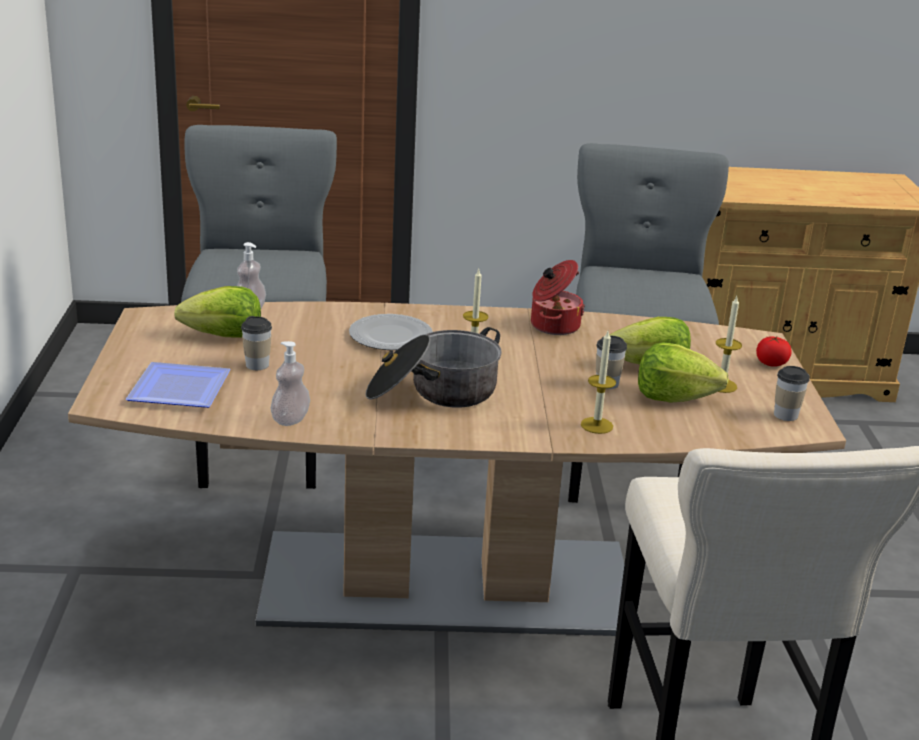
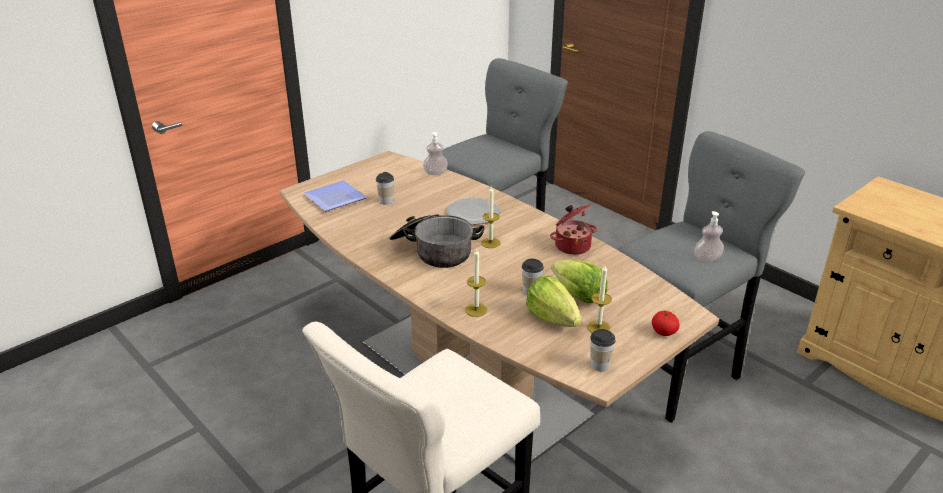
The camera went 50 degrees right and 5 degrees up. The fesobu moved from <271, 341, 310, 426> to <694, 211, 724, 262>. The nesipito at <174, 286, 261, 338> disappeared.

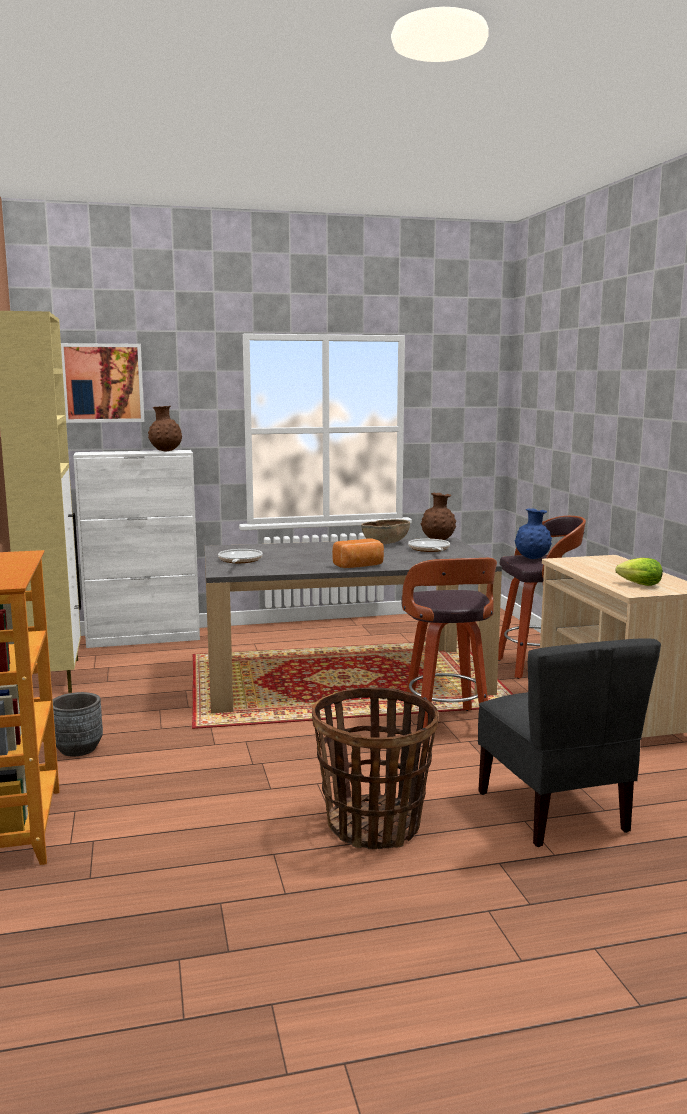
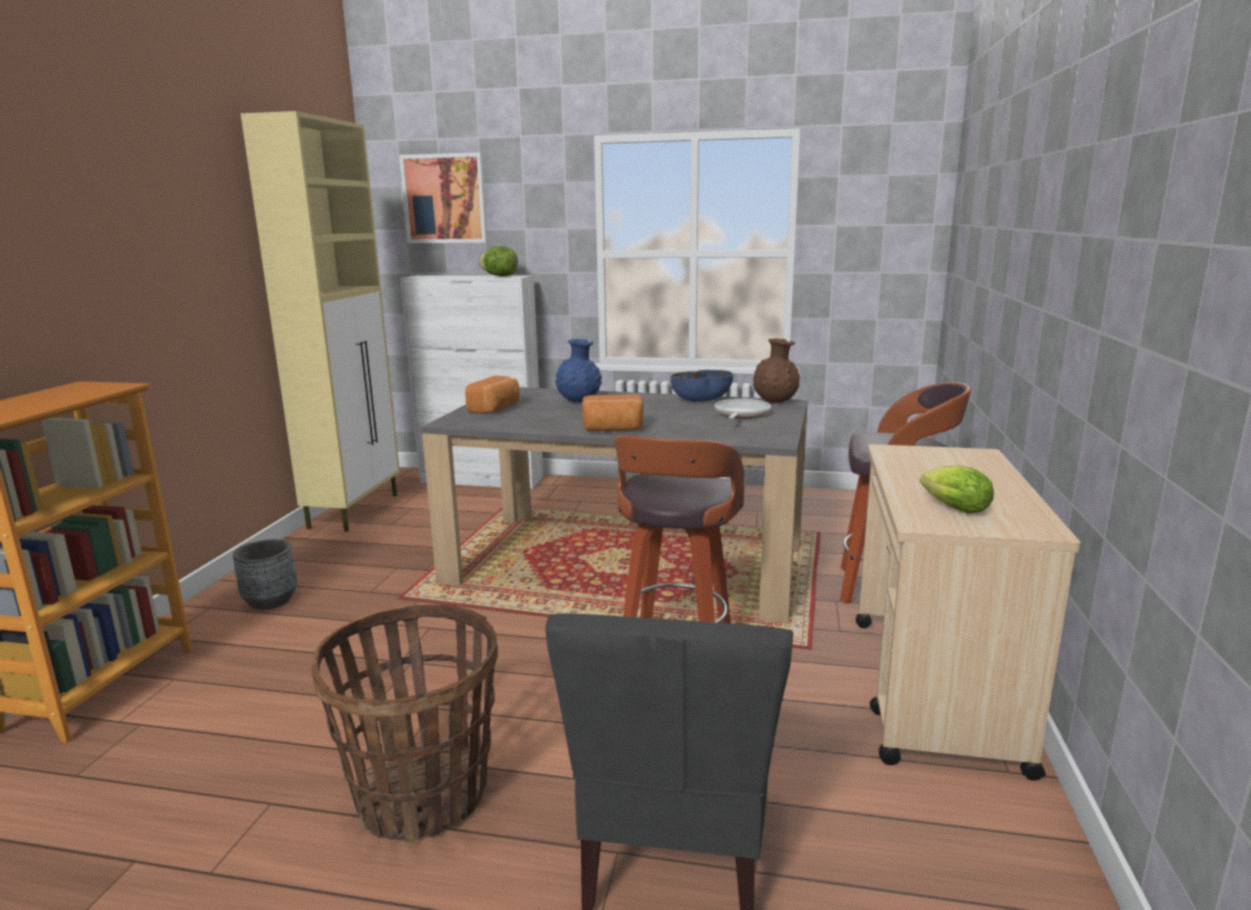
The camera went 25 degrees right and 5 degrees up. The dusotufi at <218, 549, 263, 563> was replaced by the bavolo at <465, 376, 520, 414>. The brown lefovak at <148, 406, 182, 452> was replaced by the nesipito at <479, 246, 518, 276>. The blue lefovak moved from <515, 508, 552, 559> to <555, 339, 602, 403>. The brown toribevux at <361, 519, 410, 544> became the blue toribevux at <671, 370, 733, 402>.

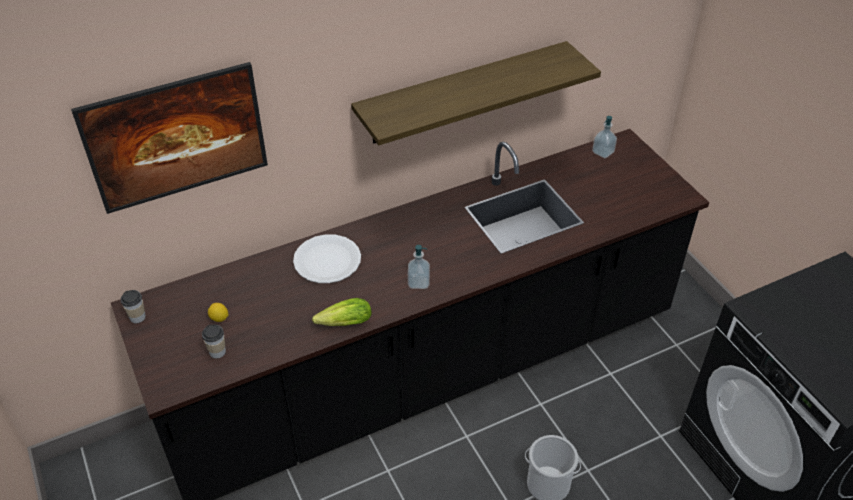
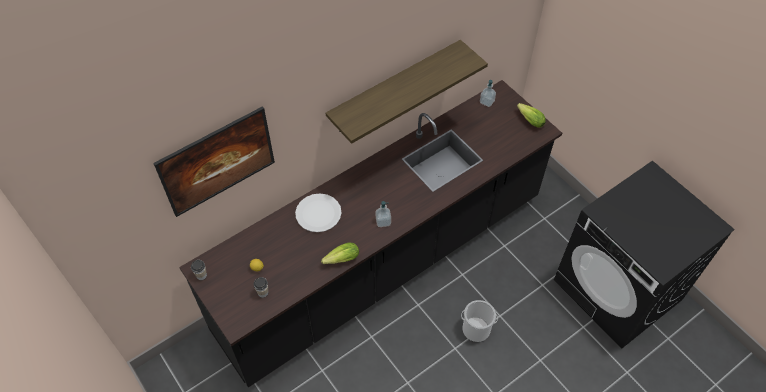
The camera went 10 degrees left and 10 degrees up. The nesipito at <517, 103, 546, 127> appeared.

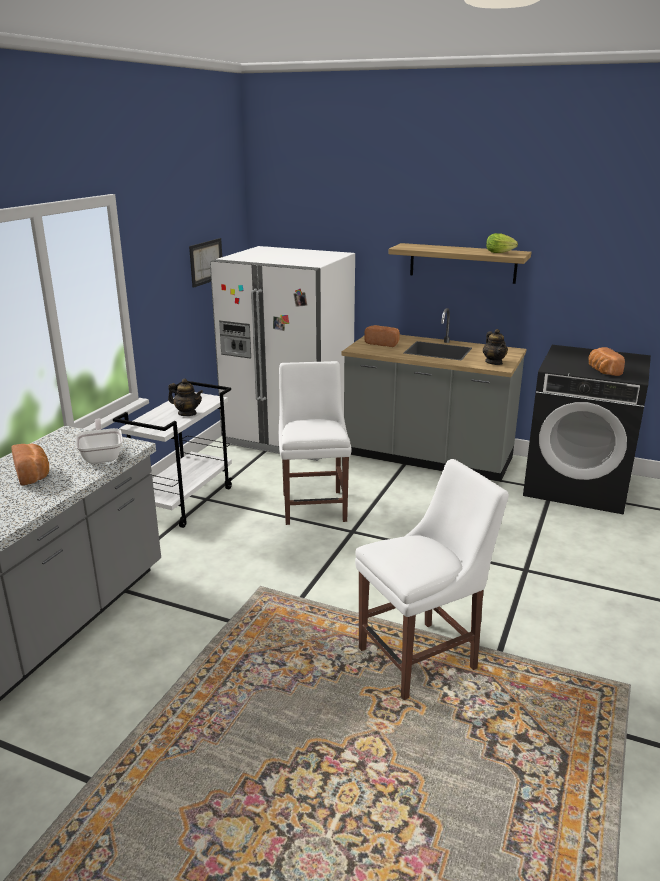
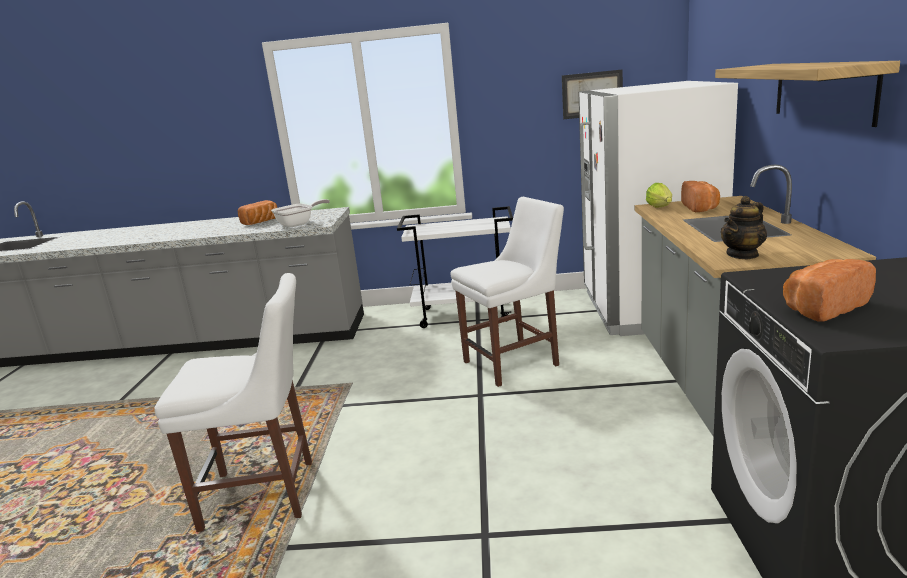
The camera went 70 degrees right and 5 degrees down. The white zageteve at <355, 459, 509, 700> turned 45 degrees counterclockwise. The nesipito moved from <486, 233, 518, 253> to <646, 183, 672, 208>. The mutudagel at <168, 379, 203, 416> disappeared.

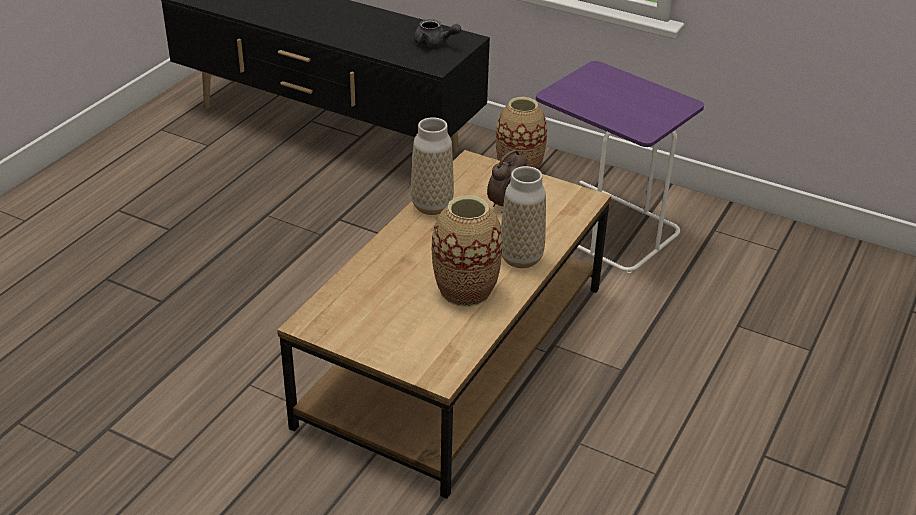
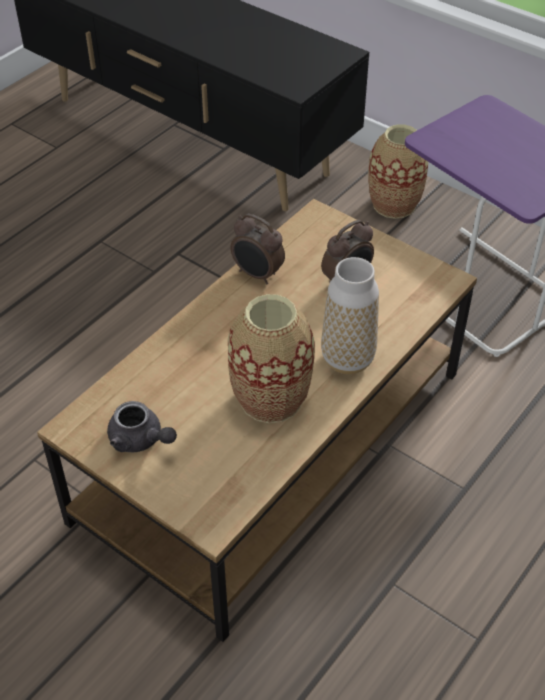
The camera went 10 degrees right and 10 degrees up. The grey mutudagel moved from <414, 19, 461, 47> to <107, 401, 177, 452>. The lefovak at <411, 117, 454, 215> was replaced by the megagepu at <230, 214, 285, 284>.

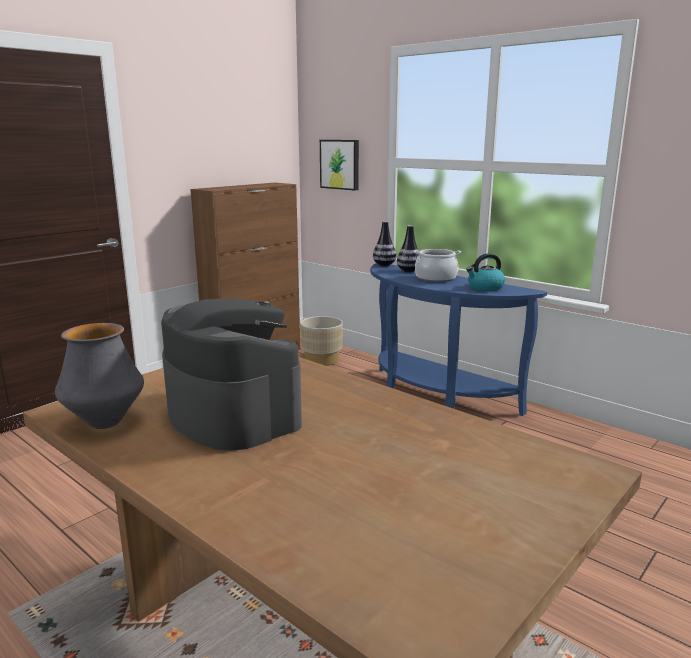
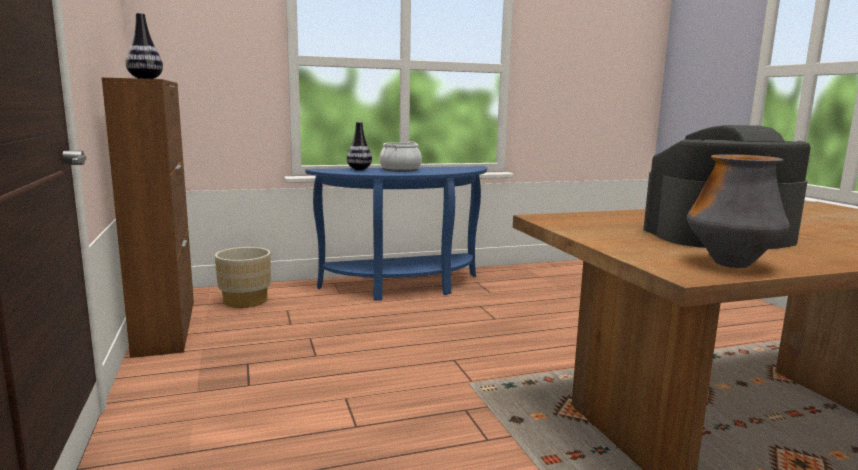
The camera went 60 degrees left and 5 degrees down. The lefovak moved from <373, 221, 396, 266> to <126, 13, 163, 79>. The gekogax at <320, 140, 359, 191> disappeared. The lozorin at <466, 253, 505, 291> disappeared.

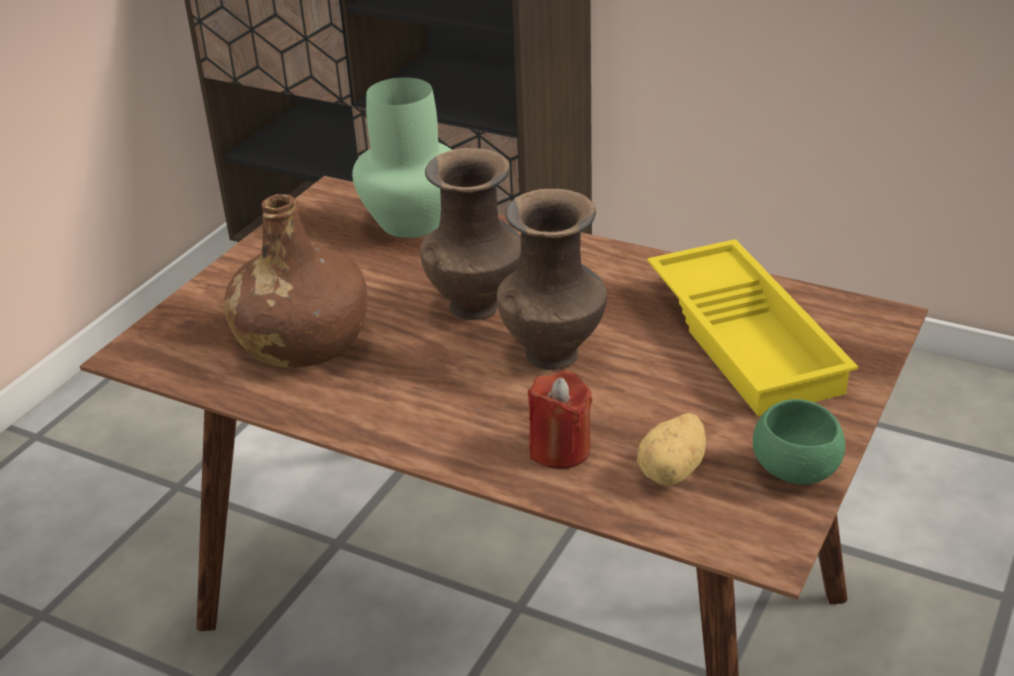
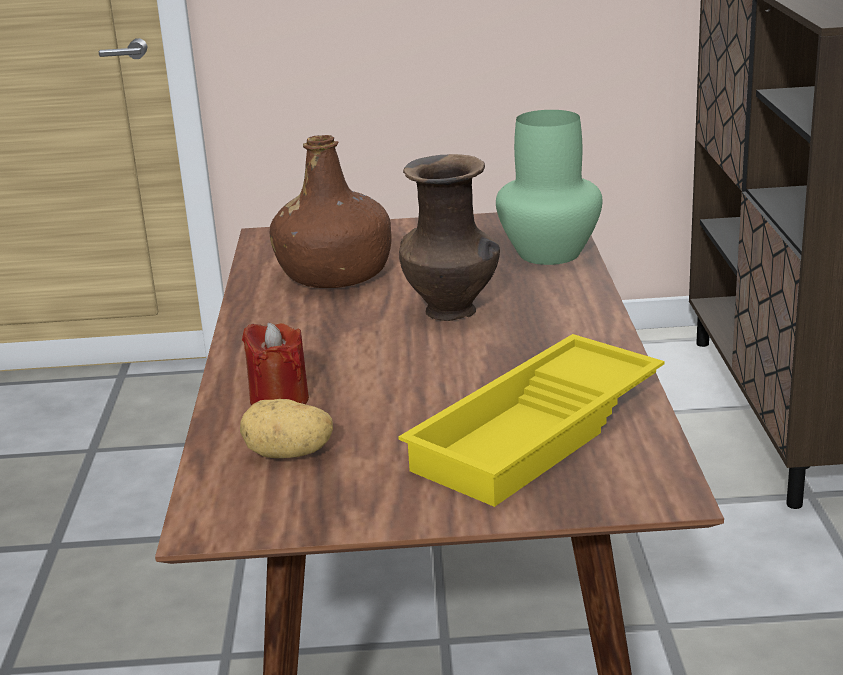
The camera went 60 degrees right and 10 degrees down. The brown lefovak at <497, 189, 607, 370> disappeared. The green toribevux at <753, 399, 845, 485> disappeared.

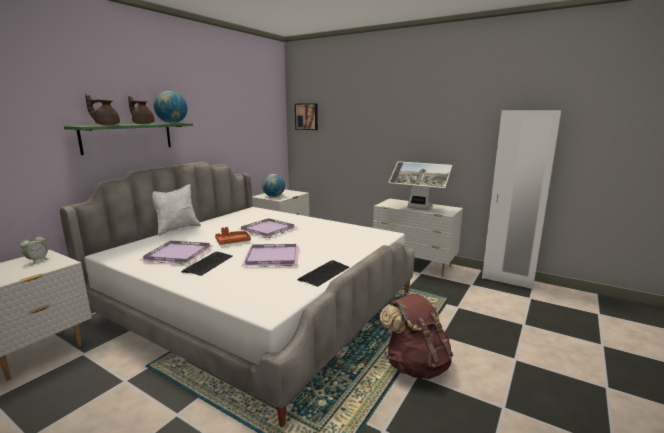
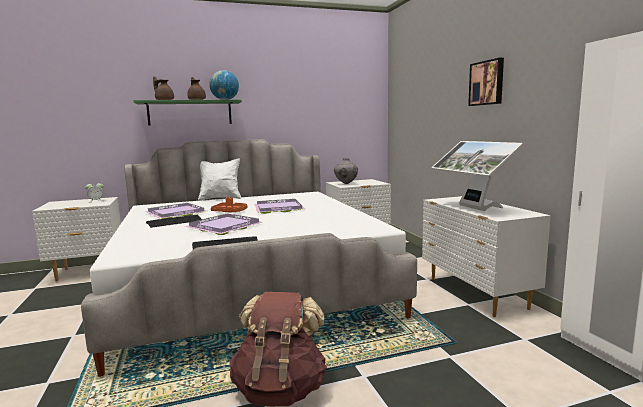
The camera went 40 degrees right and 5 degrees down. The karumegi at <262, 174, 285, 197> was replaced by the grey lefovak at <334, 158, 358, 184>. The gekogax moved from <295, 103, 318, 130> to <468, 58, 504, 106>.

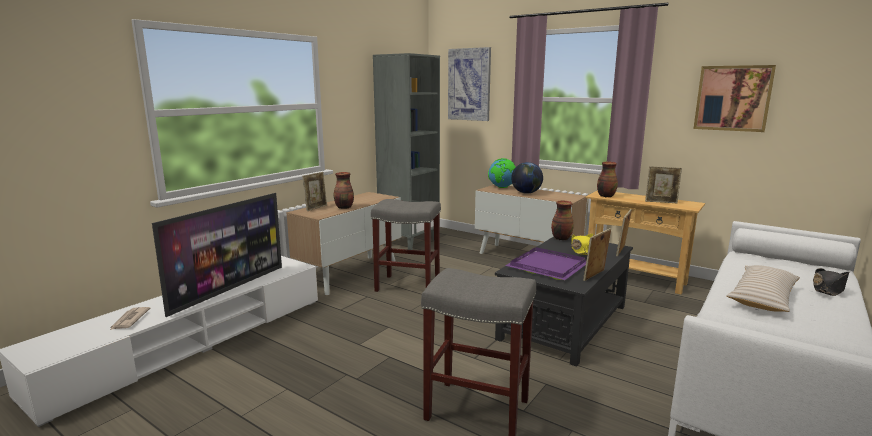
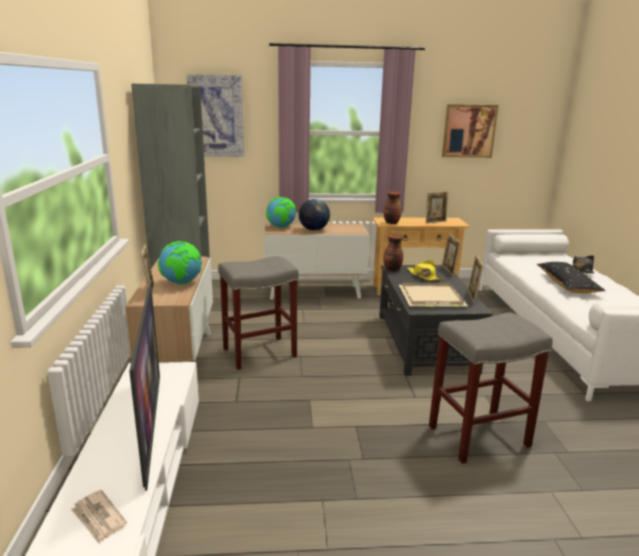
The camera went 40 degrees left and 5 degrees up. The lefovak at <334, 172, 354, 209> was replaced by the karumegi at <158, 241, 202, 285>. The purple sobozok at <505, 247, 586, 280> became the beige sobozok at <399, 283, 468, 307>. The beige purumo at <726, 265, 800, 312> became the black purumo at <537, 262, 605, 293>.

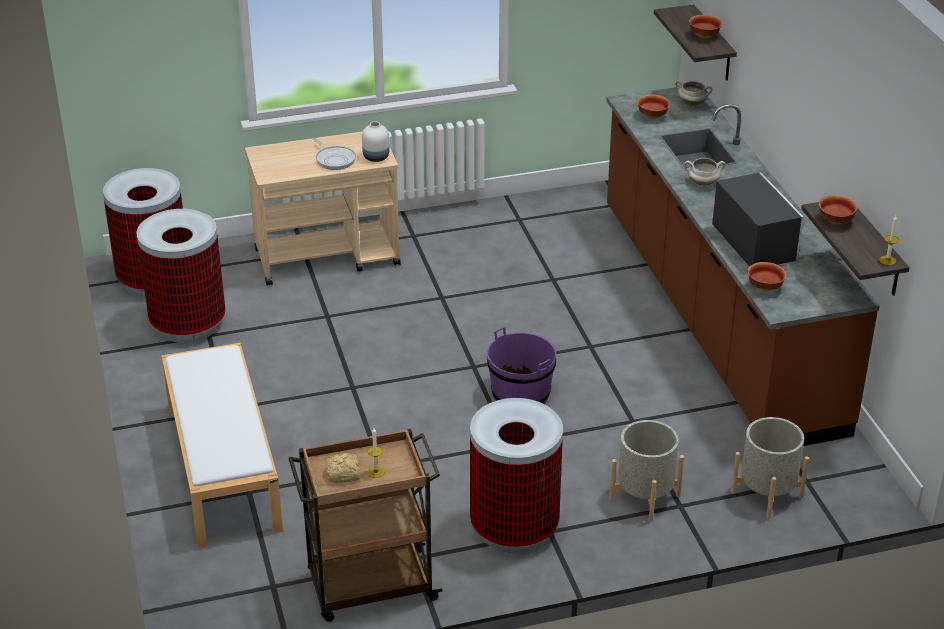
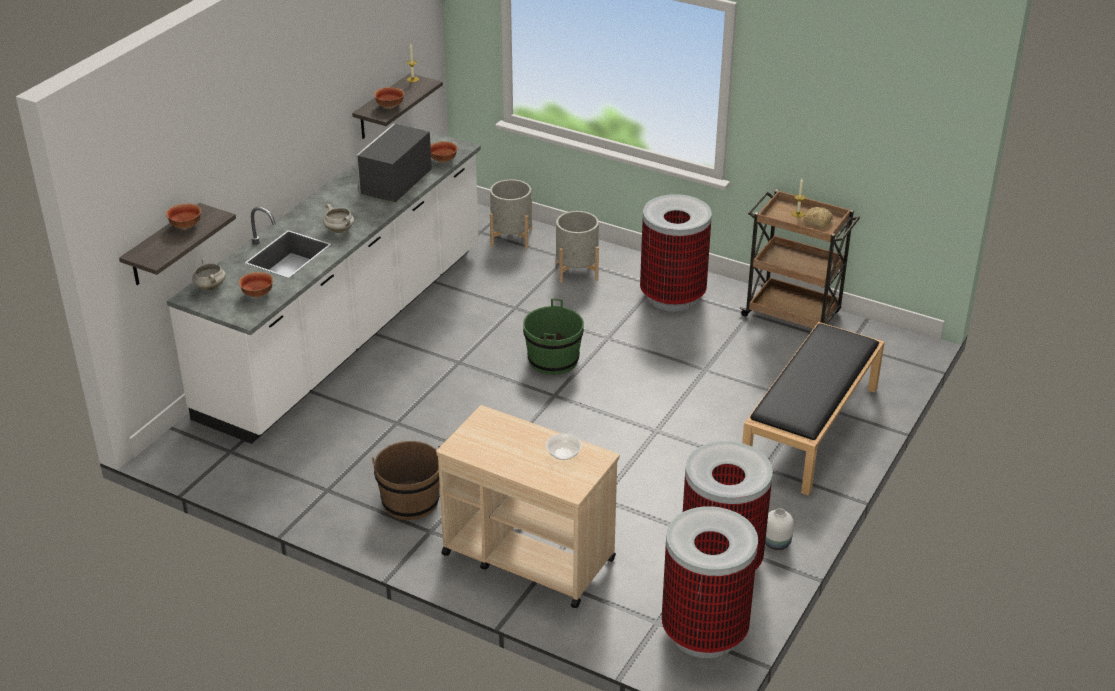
The camera went 135 degrees left and 0 degrees up. The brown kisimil at <606, 87, 880, 446> became the white kisimil at <167, 125, 481, 444>. The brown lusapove at <372, 441, 440, 520> appeared. The purple lusapove at <487, 327, 556, 404> became the green lusapove at <523, 299, 584, 375>. The toribevux at <545, 433, 582, 460> appeared. The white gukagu at <161, 343, 283, 548> became the black gukagu at <742, 322, 884, 496>. The white lefovak moved from <362, 121, 389, 162> to <765, 508, 794, 550>. The dusotufi at <313, 138, 356, 170> disappeared.

